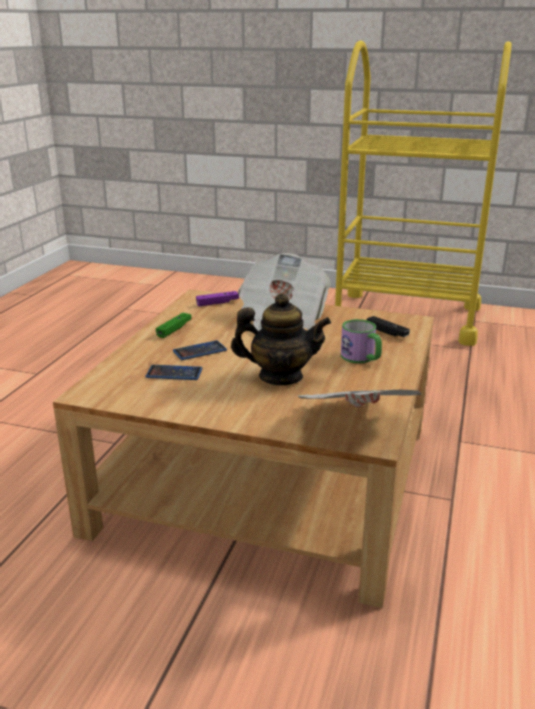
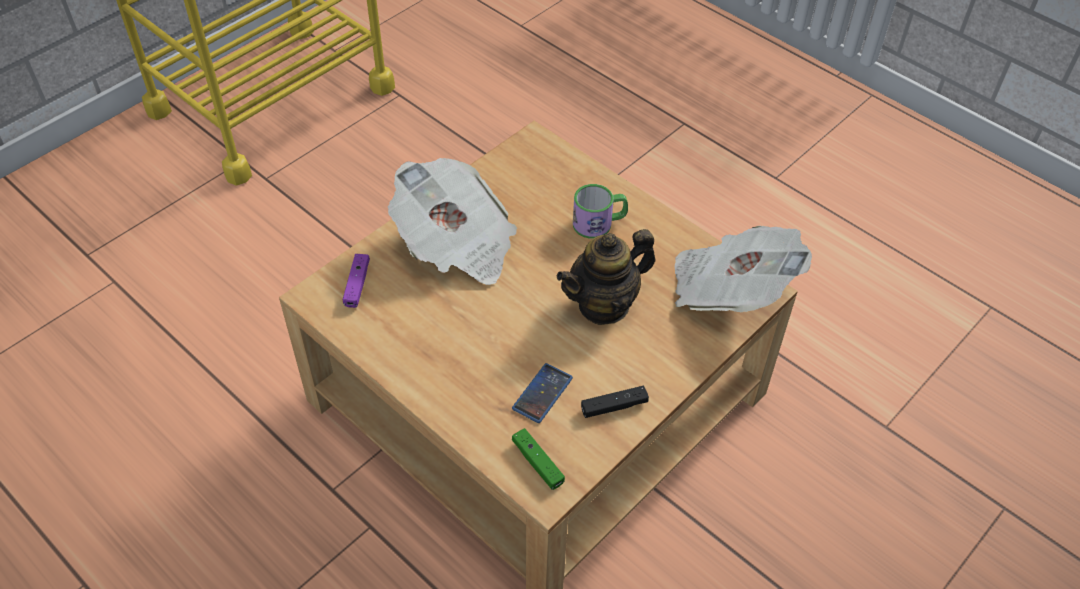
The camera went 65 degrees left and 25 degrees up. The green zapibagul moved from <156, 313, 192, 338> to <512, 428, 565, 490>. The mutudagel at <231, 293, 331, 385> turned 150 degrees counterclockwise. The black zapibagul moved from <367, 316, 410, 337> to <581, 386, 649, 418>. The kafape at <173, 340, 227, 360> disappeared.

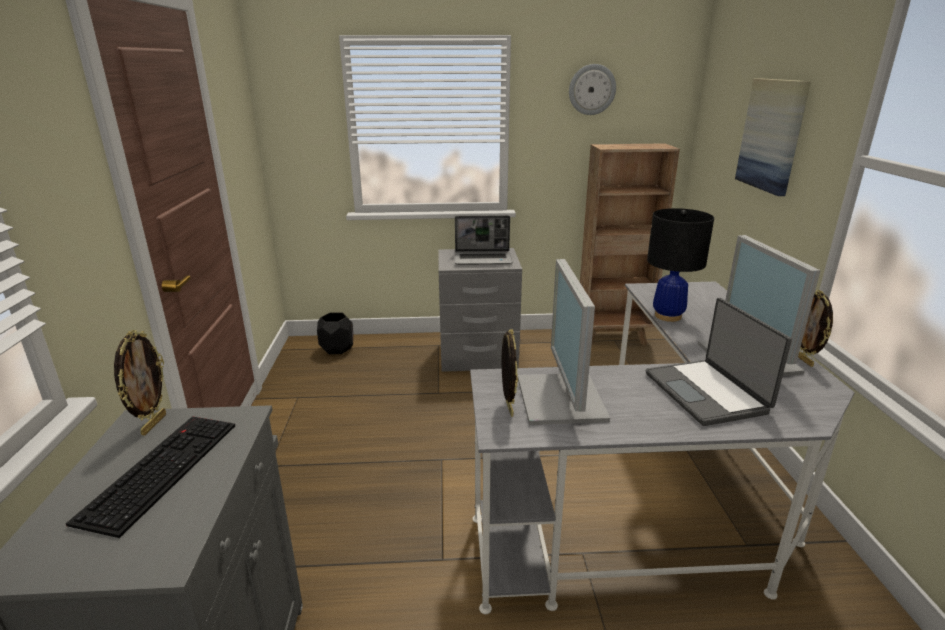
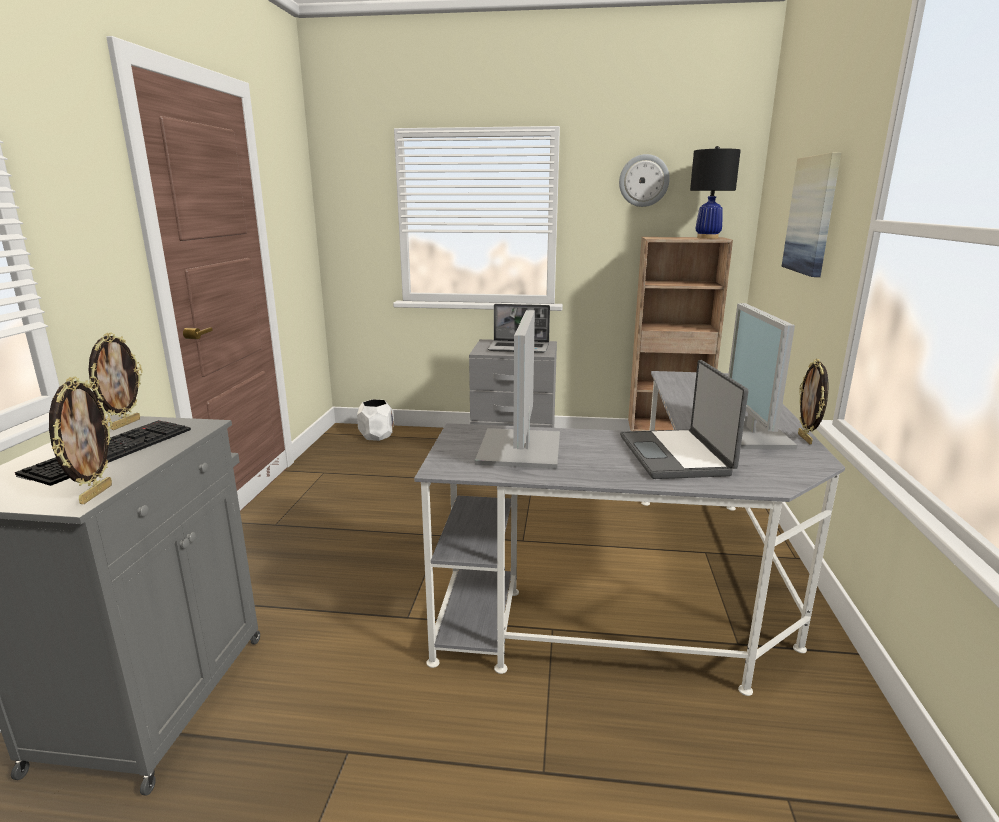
The camera went 10 degrees right and 5 degrees down. The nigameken moved from <502, 329, 518, 417> to <49, 376, 112, 504>. The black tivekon at <317, 313, 354, 354> became the white tivekon at <357, 399, 394, 441>. The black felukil moved from <647, 208, 714, 322> to <690, 146, 741, 239>.

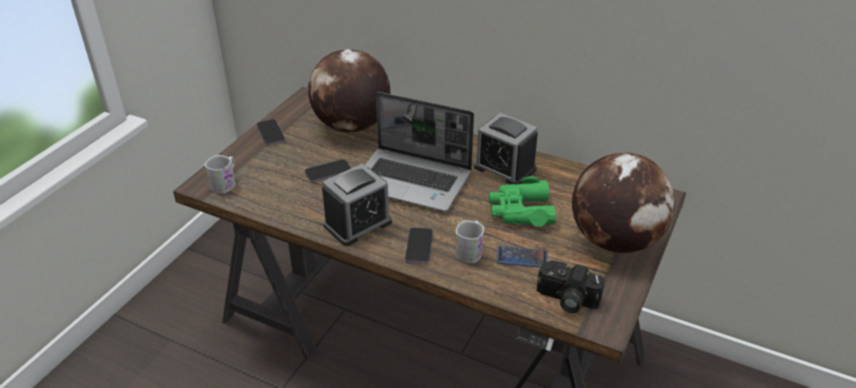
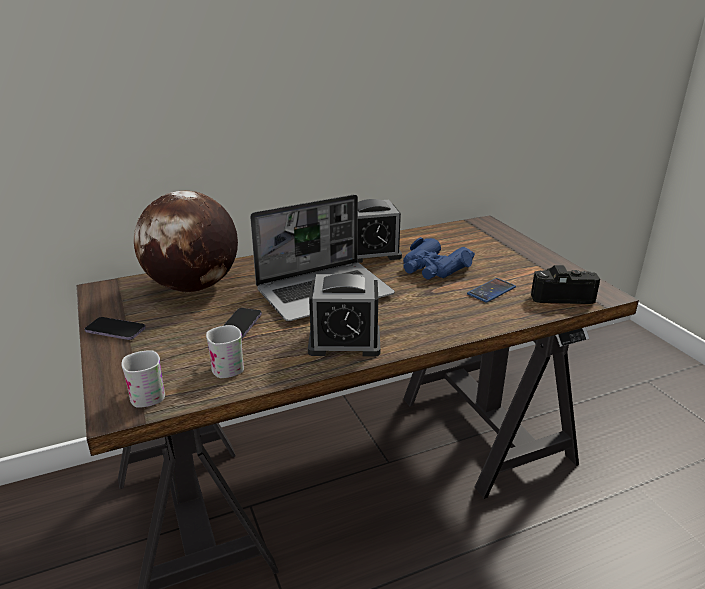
The camera went 50 degrees left and 10 degrees down. The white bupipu moved from <456, 220, 484, 263> to <206, 325, 244, 378>. The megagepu at <322, 163, 392, 246> turned 90 degrees clockwise. The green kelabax at <489, 176, 556, 227> became the blue kelabax at <403, 237, 475, 279>. The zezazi at <537, 260, 605, 313> turned 150 degrees counterclockwise. The kafape at <405, 228, 433, 263> disappeared. The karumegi at <572, 152, 675, 253> disappeared.

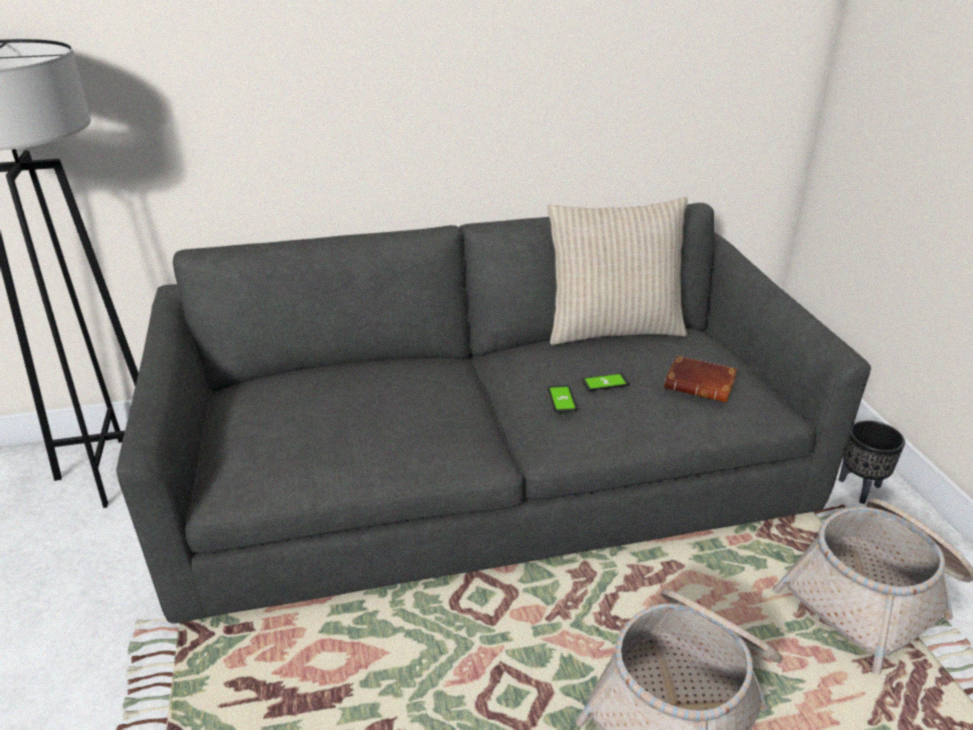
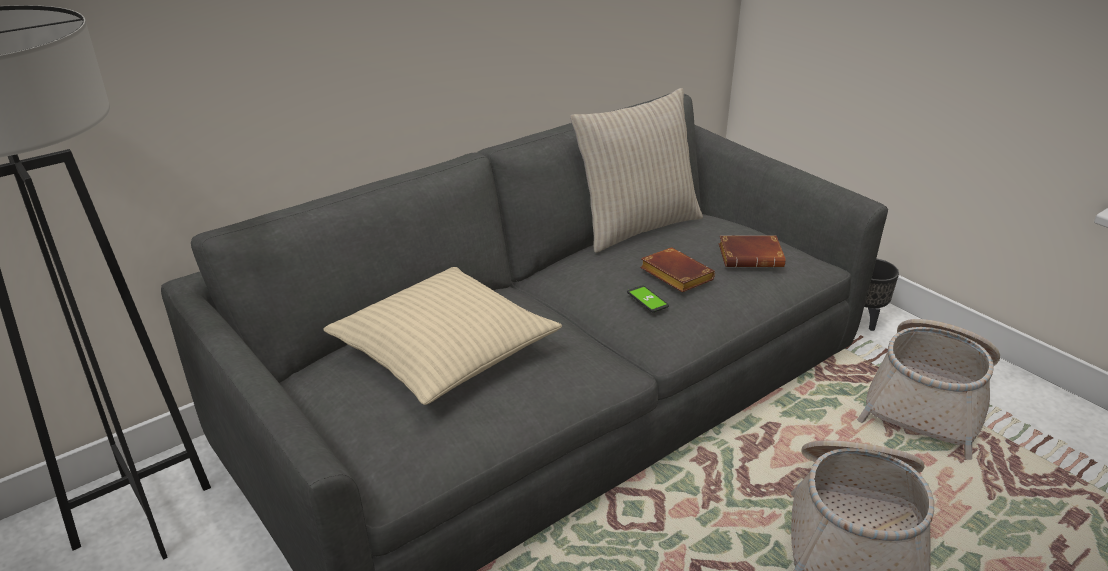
The camera went 25 degrees left and 0 degrees up. The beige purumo at <323, 267, 562, 405> appeared. The kafape at <582, 373, 630, 391> was replaced by the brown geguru at <640, 247, 715, 292>.

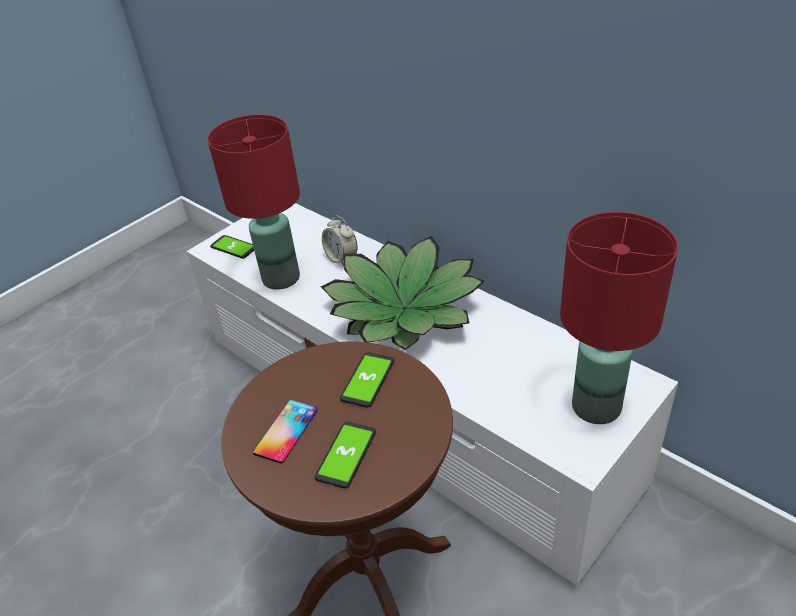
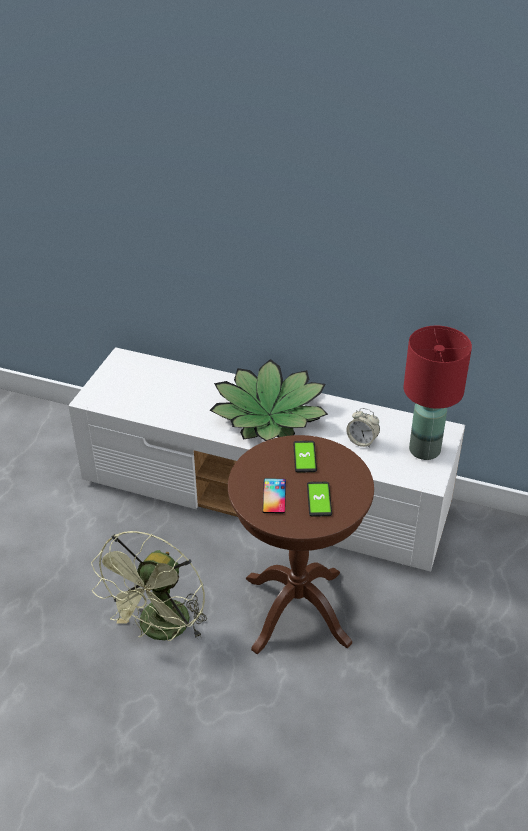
The camera went 25 degrees left and 0 degrees up. The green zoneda at <91, 531, 207, 641> appeared. The megagepu moved from <322, 215, 357, 267> to <346, 408, 380, 448>. The red felukil at <207, 114, 300, 290> disappeared. The kafape at <210, 235, 254, 259> disappeared.

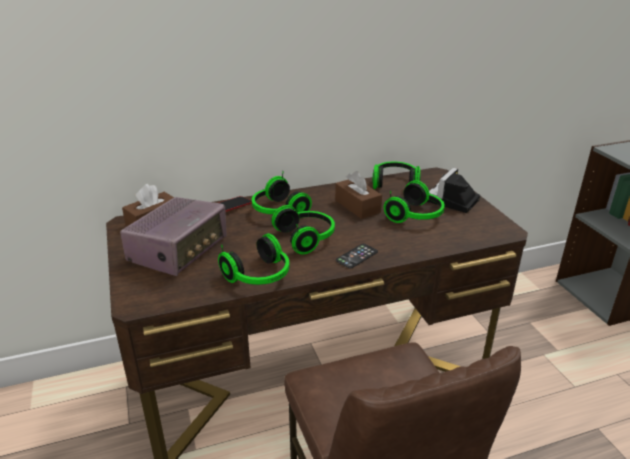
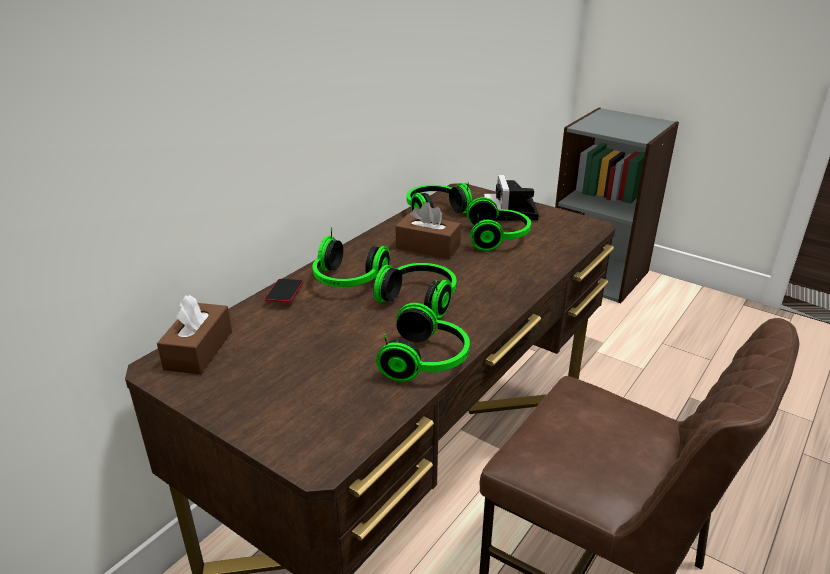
The camera went 35 degrees left and 0 degrees up. The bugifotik at <120, 197, 226, 276> disappeared. The kafape at <336, 244, 378, 269> disappeared.

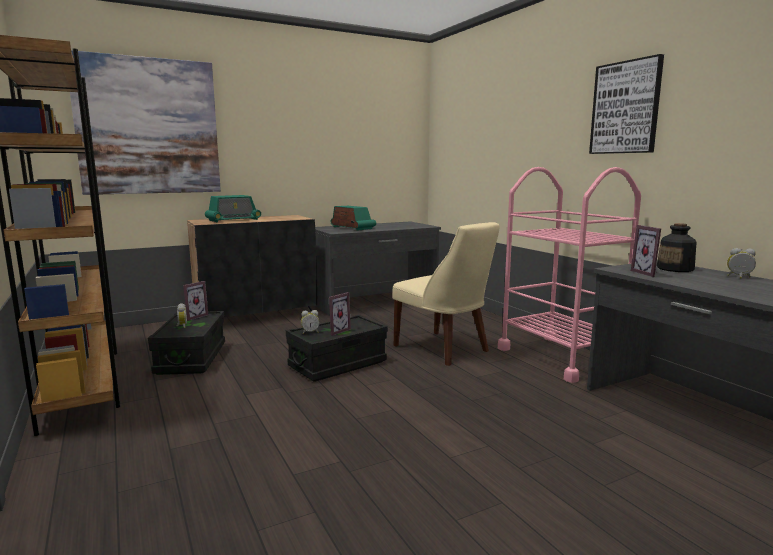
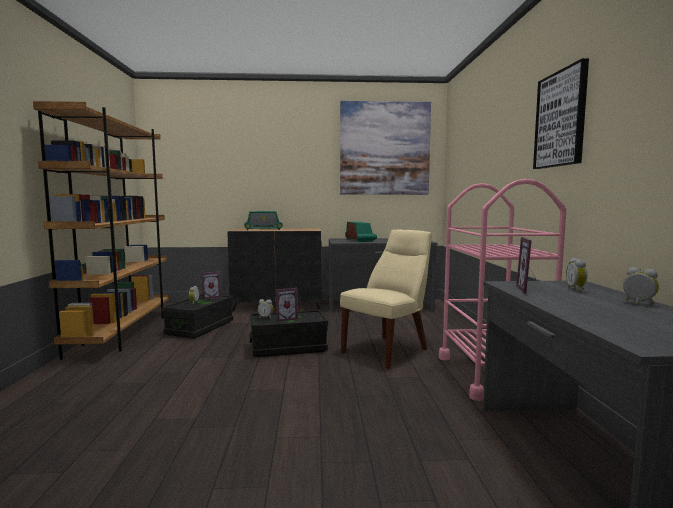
The camera went 25 degrees right and 5 degrees down. The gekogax moved from <70, 50, 221, 195> to <340, 101, 431, 195>. The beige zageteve at <392, 222, 499, 366> turned 120 degrees counterclockwise. The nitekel at <657, 223, 697, 272> was replaced by the megagepu at <566, 258, 587, 291>.

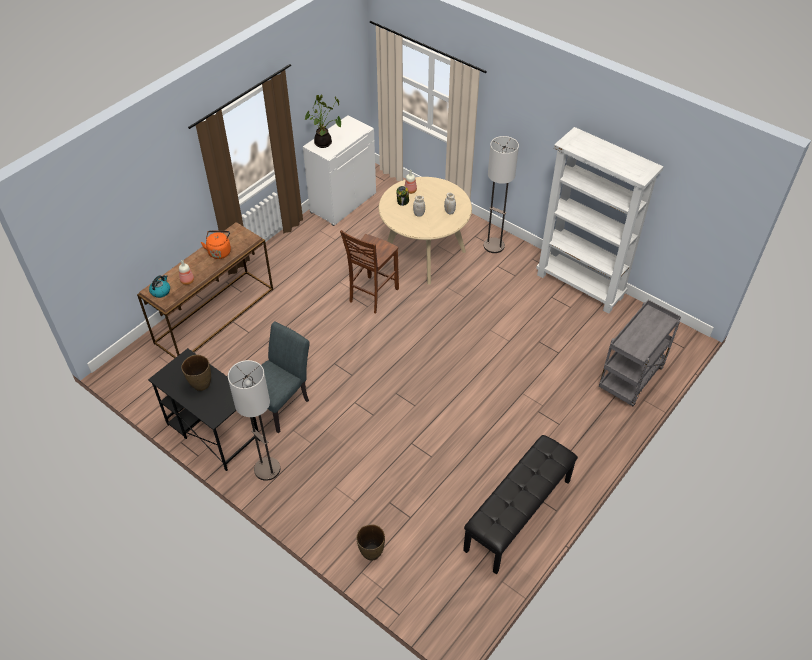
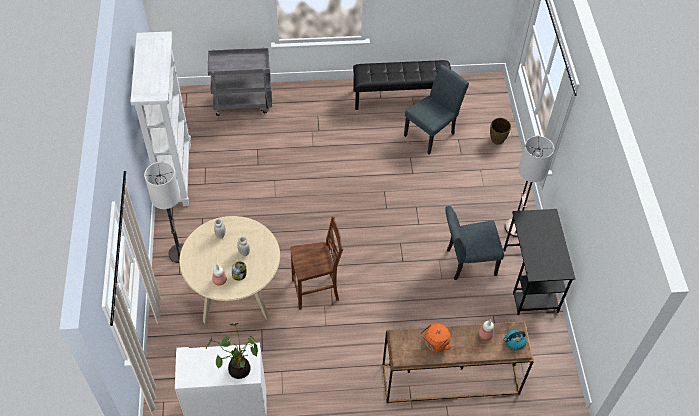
The camera went 135 degrees left and 5 degrees up. The grey zageteve at <404, 64, 469, 155> appeared. The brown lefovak at <181, 355, 211, 391> disappeared.

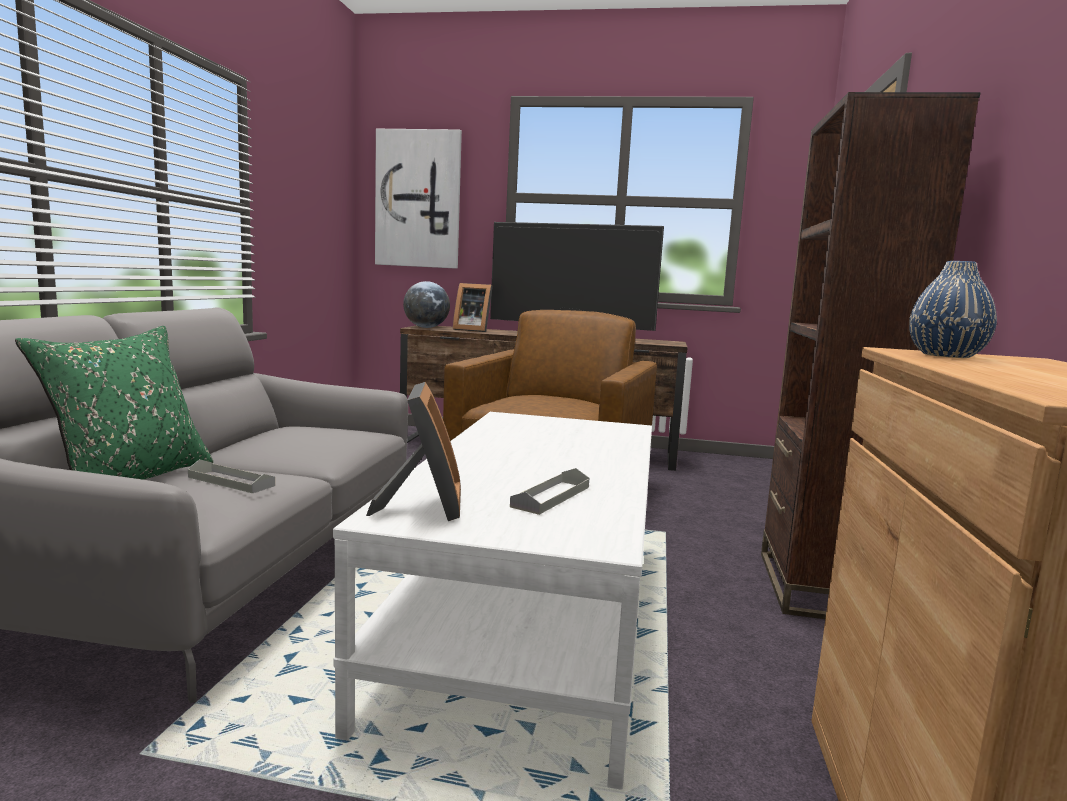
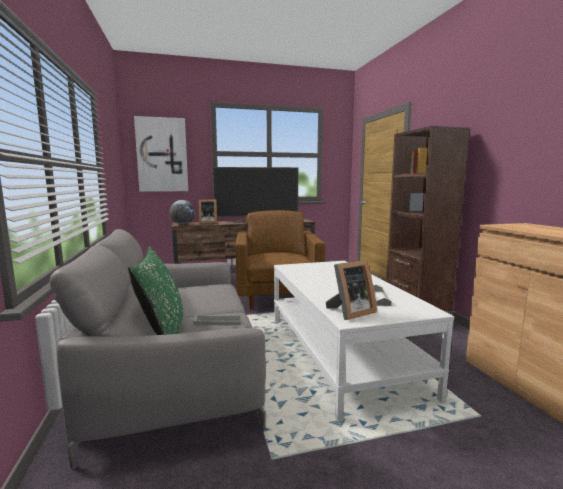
The camera went 25 degrees left and 0 degrees up. The nigameken at <366, 382, 461, 521> turned 90 degrees clockwise. The blue lefovak at <909, 261, 997, 358> disappeared.

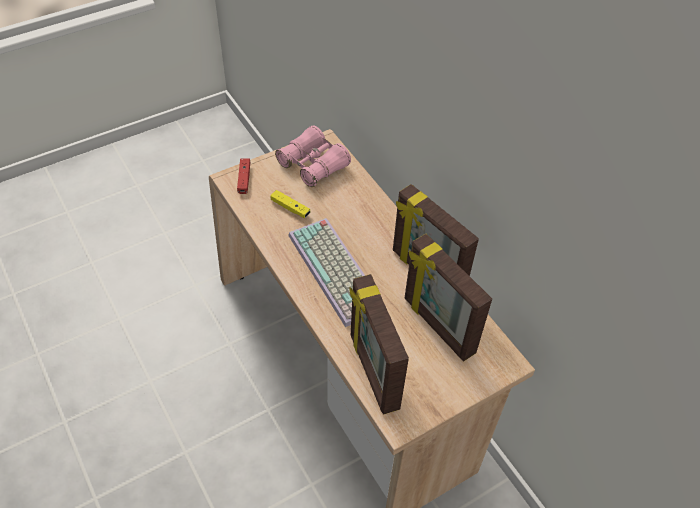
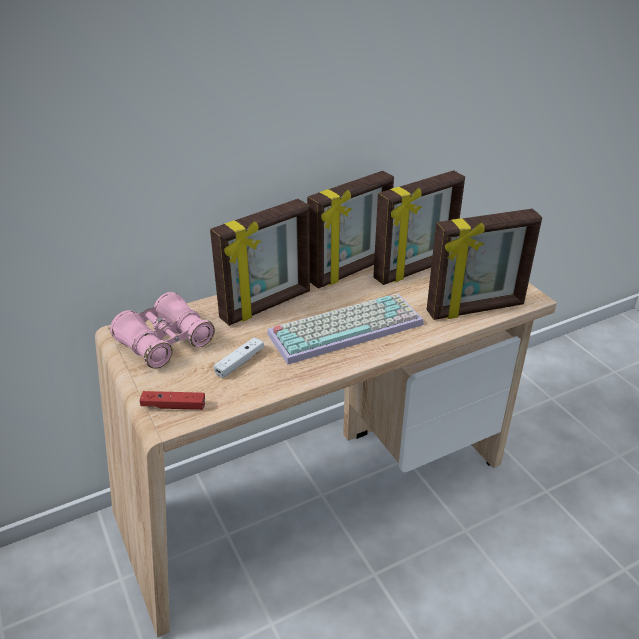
The camera went 85 degrees left and 15 degrees down. The nigameken at <210, 199, 310, 326> appeared. The yellow zapibagul at <270, 190, 310, 218> became the white zapibagul at <214, 337, 264, 378>.

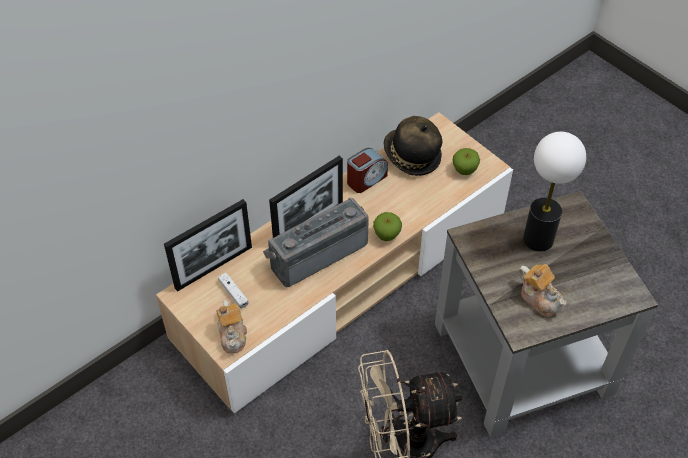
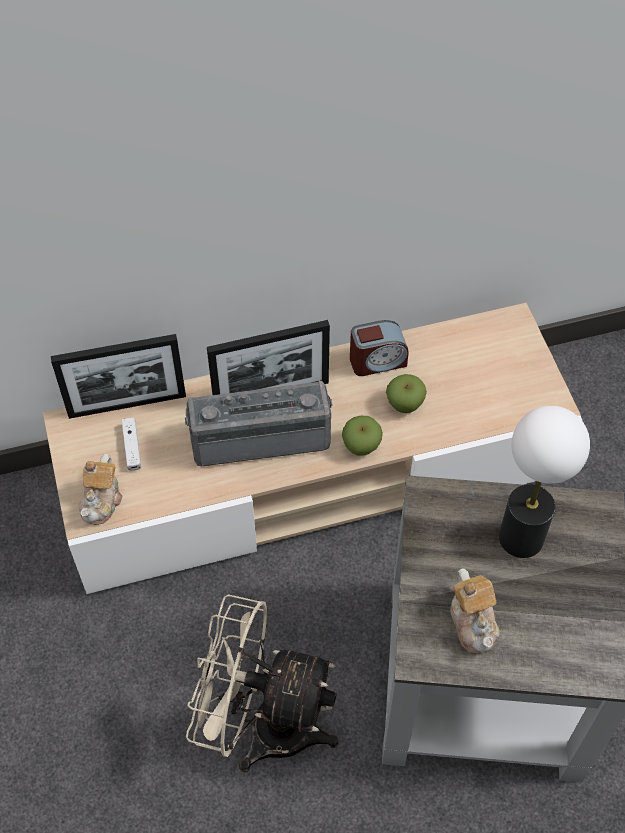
The camera went 25 degrees right and 5 degrees up. The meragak moved from <453, 148, 480, 175> to <386, 374, 427, 413>. The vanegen at <383, 116, 442, 176> disappeared.

